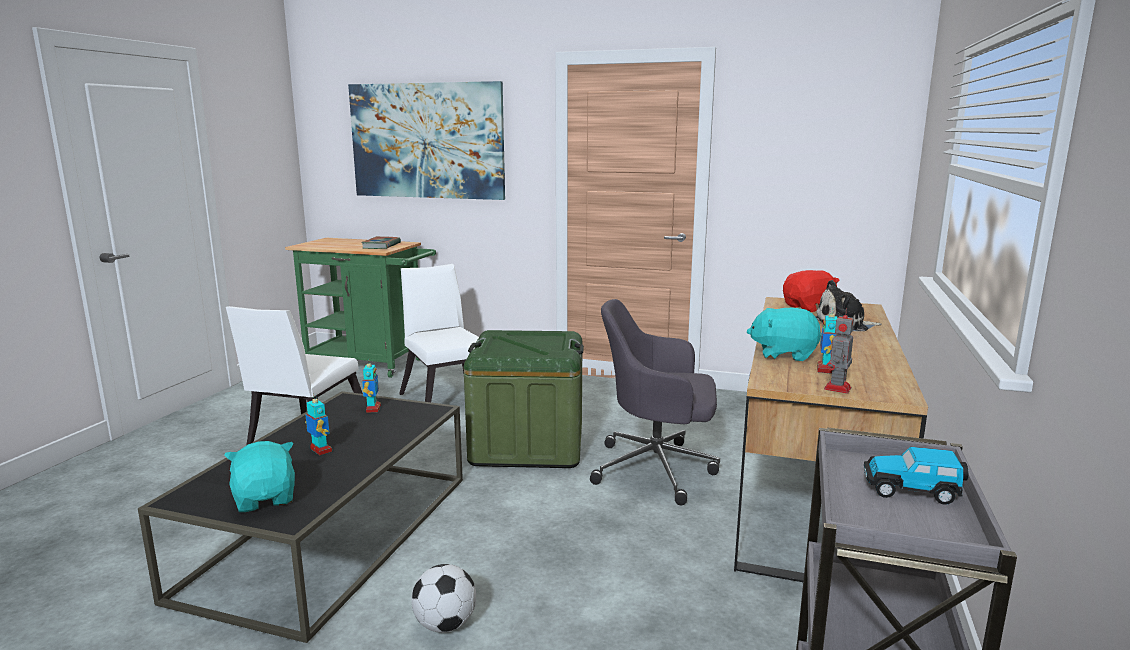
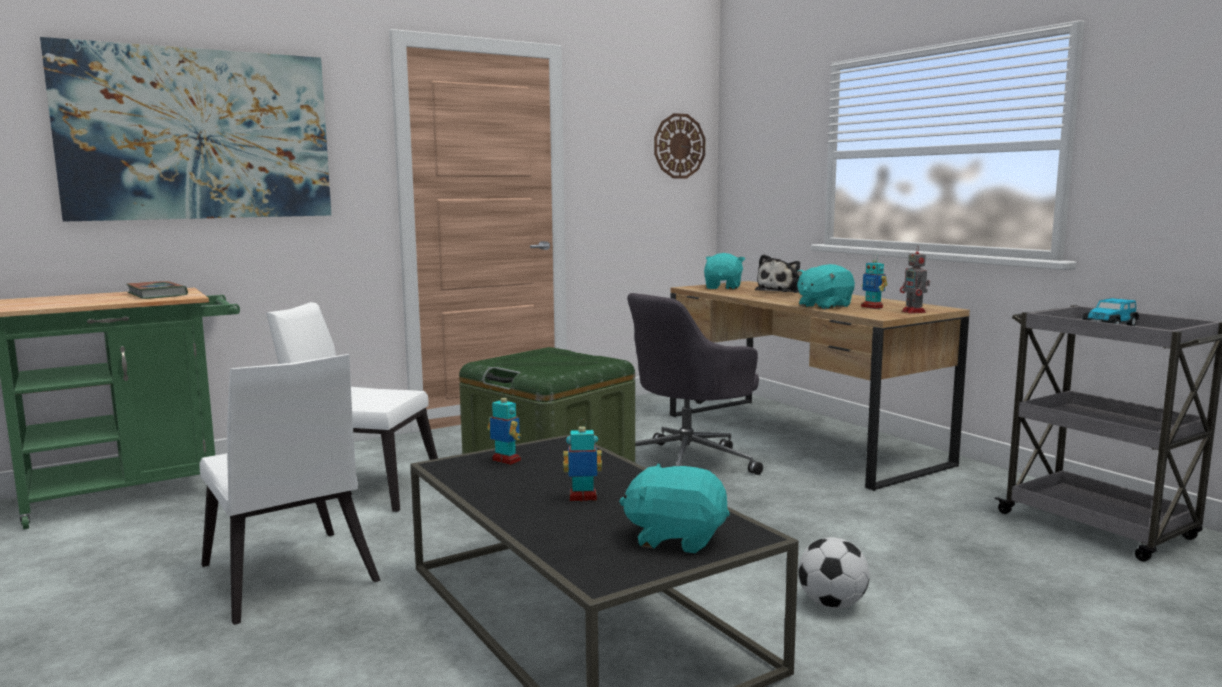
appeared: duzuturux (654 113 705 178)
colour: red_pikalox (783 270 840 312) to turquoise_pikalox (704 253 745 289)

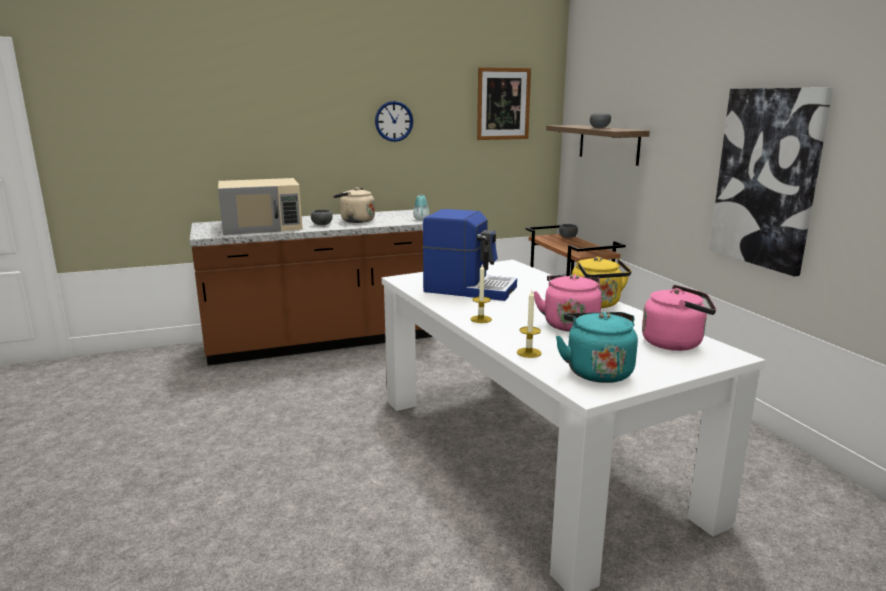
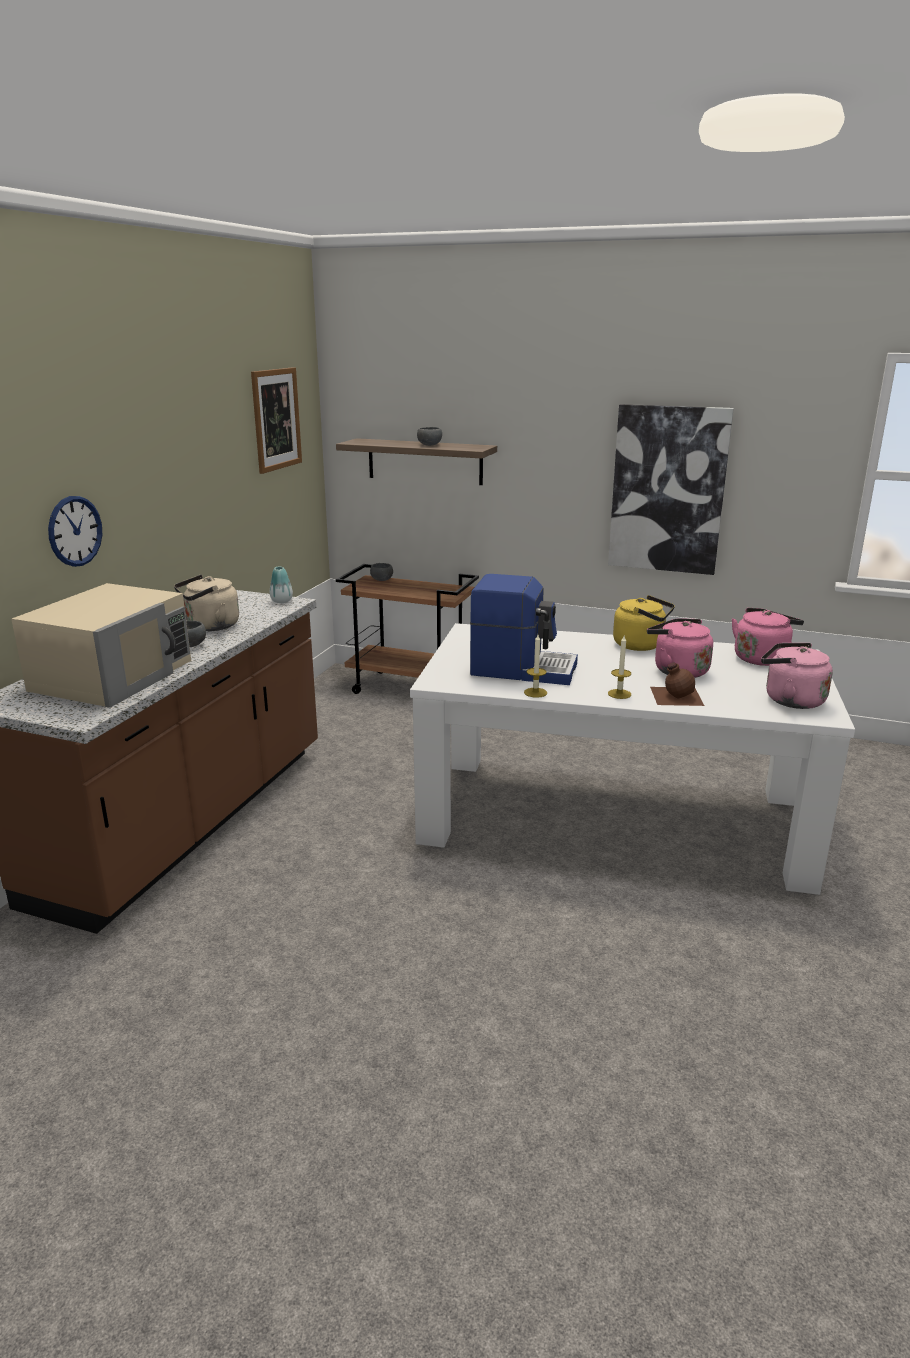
appeared: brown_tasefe (650 663 704 706)
relocated: duzuturux (375 101 413 142) to (48 496 102 567); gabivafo (517 290 541 358) to (524 635 547 698)
colour: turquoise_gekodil (556 312 638 383) to pink_gekodil (761 643 833 709)
spun: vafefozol (422 209 517 301) = (470 574 578 685) 45 degrees clockwise

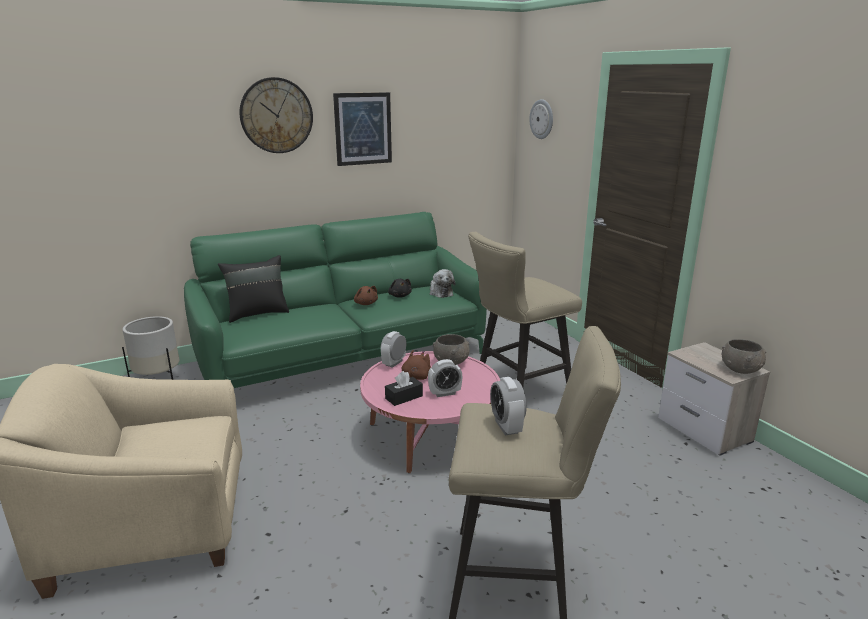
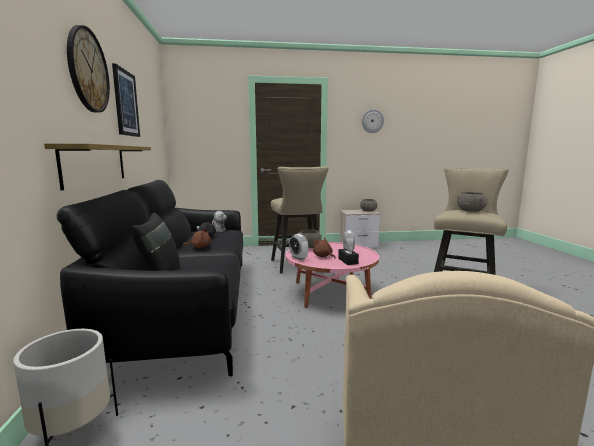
appeared: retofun (44 143 151 190)
relocated: duzuturux (529 99 553 139) to (362 109 384 133)
exchanged: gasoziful (490 377 526 435) to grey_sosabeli (457 192 488 212)
colour: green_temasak (184 212 487 388) to black_temasak (57 180 243 377)

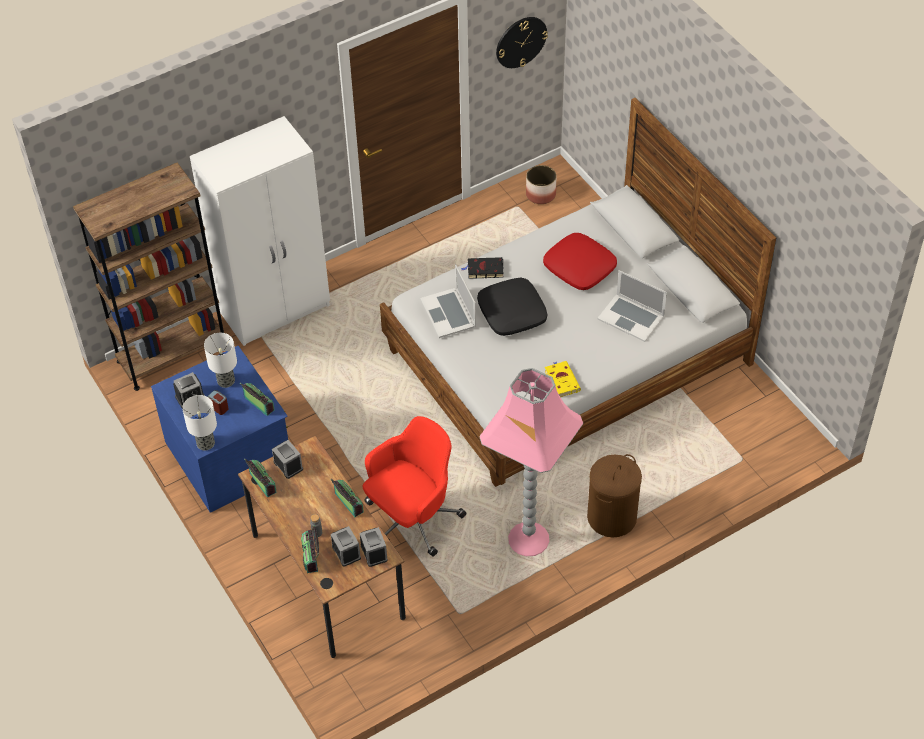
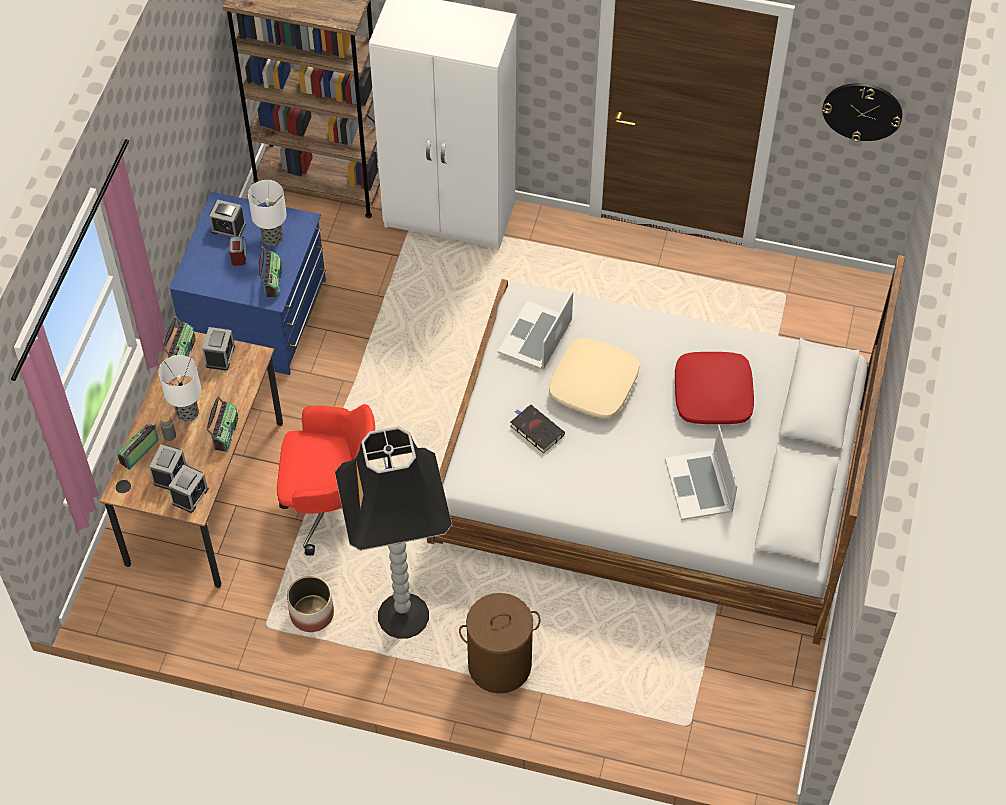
missing: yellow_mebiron (545 361 581 397)
relocated: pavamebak (182 395 217 450) to (158 355 201 422); black_mebiron (461 257 504 279) to (511 405 565 453); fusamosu (526 165 556 204) to (287 576 334 632)
colour: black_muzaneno (477 278 547 336) to beige_muzaneno (549 338 640 419); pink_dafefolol (479 368 583 556) to black_dafefolol (335 426 452 639)

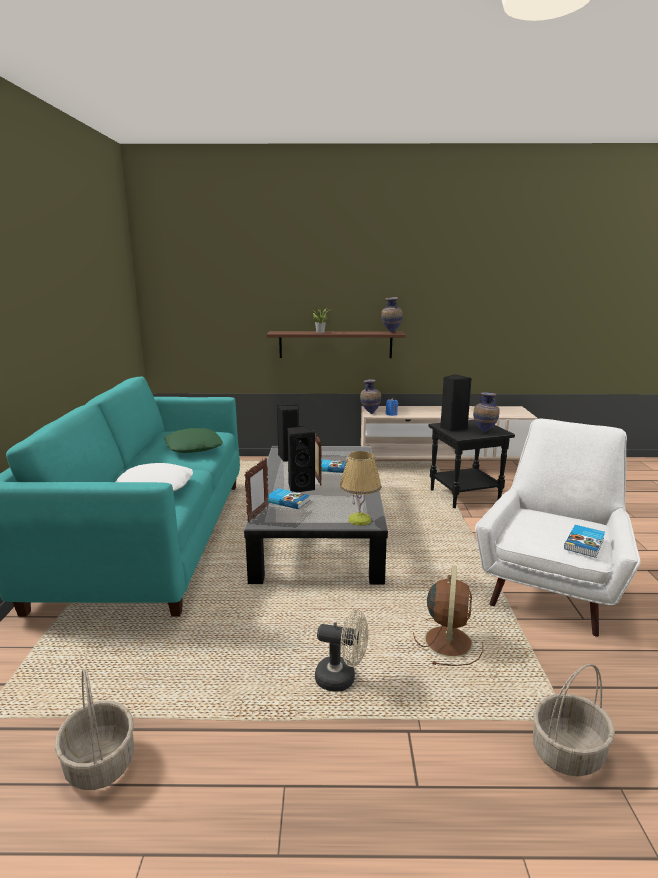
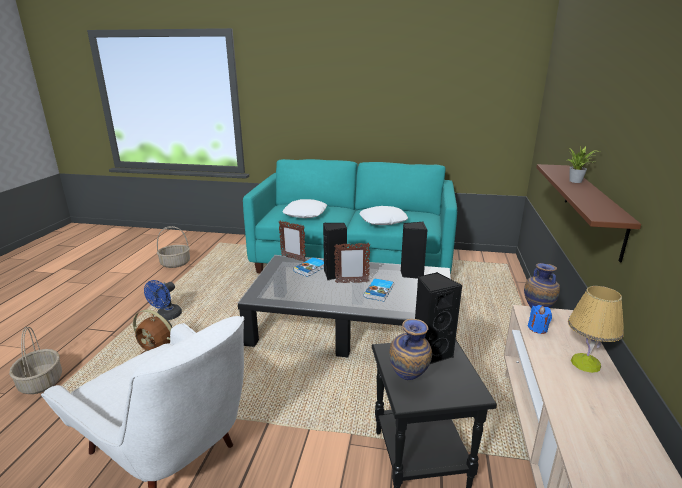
missing: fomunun (381 297 403 332); mebiron (564 525 605 558)
relocated: pavamebak (340 451 381 525) to (568 286 624 373)
colour: green_muzaneno (164 428 223 453) to white_muzaneno (360 206 408 225); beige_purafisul (315 609 369 692) to blue_purafisul (144 280 182 320)

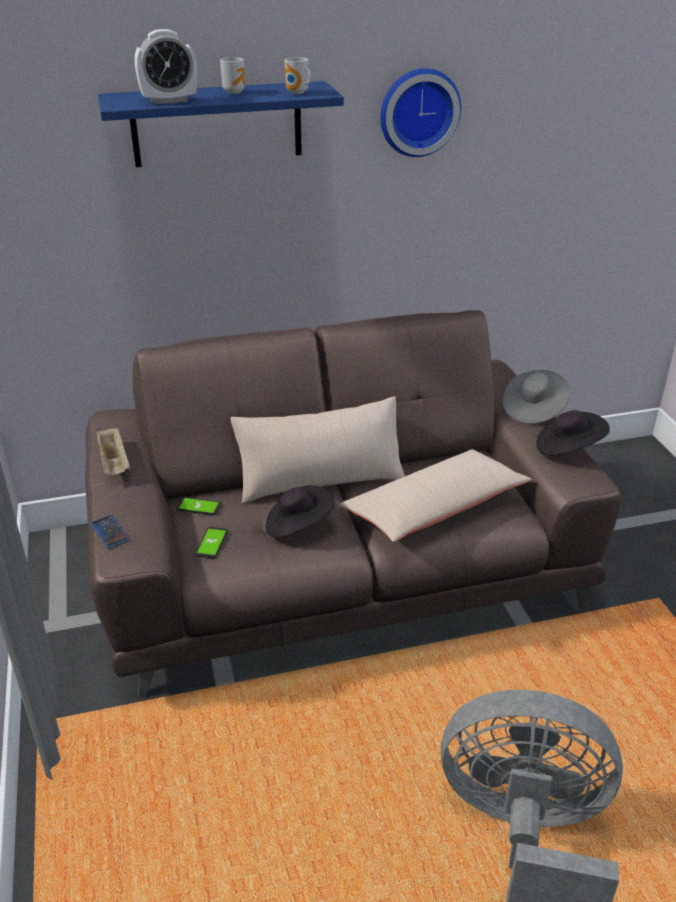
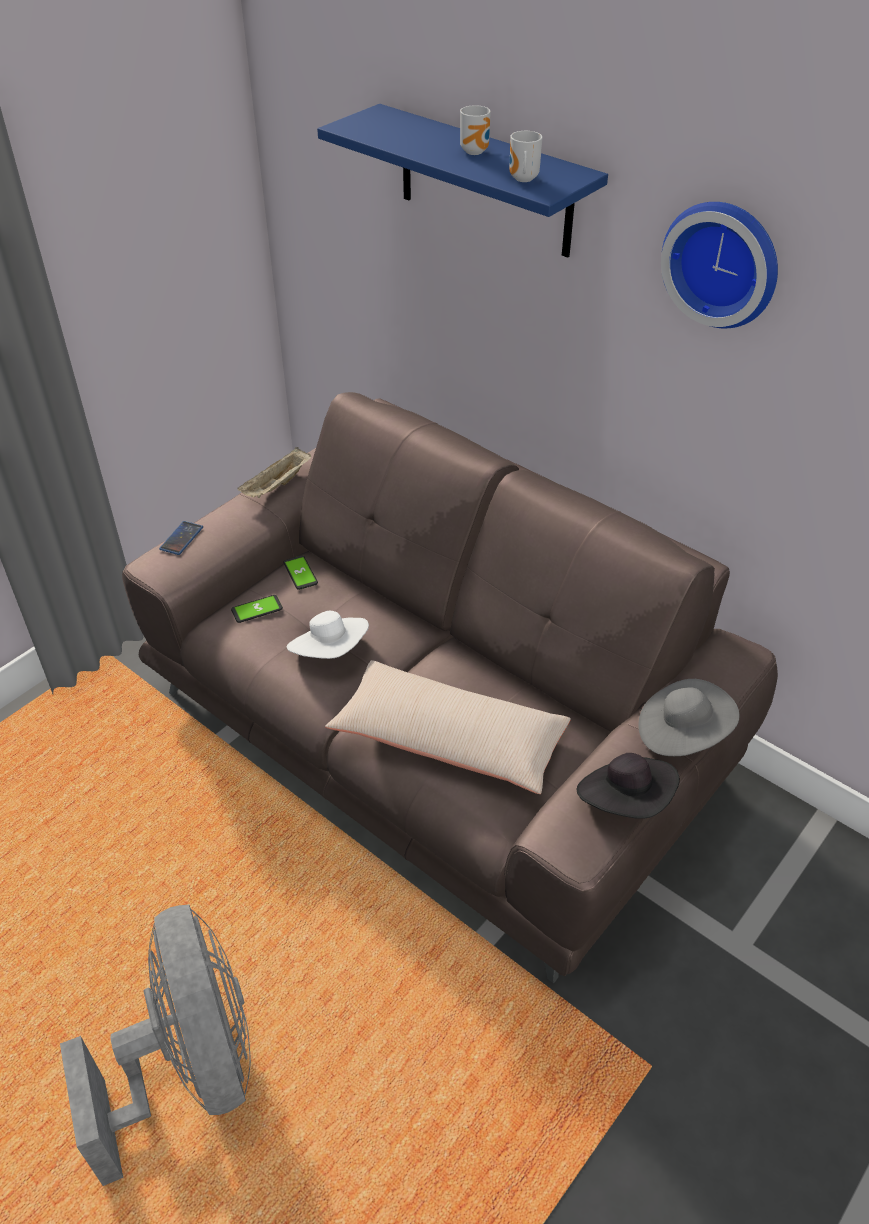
missing: gasoziful (135 29 197 104); beige_muzaneno (230 396 405 503)
colour: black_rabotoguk (266 485 335 538) to white_rabotoguk (287 611 369 659)

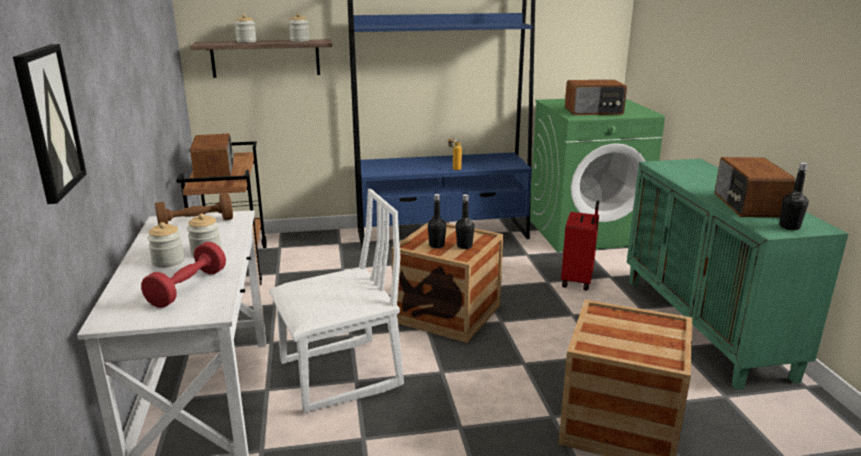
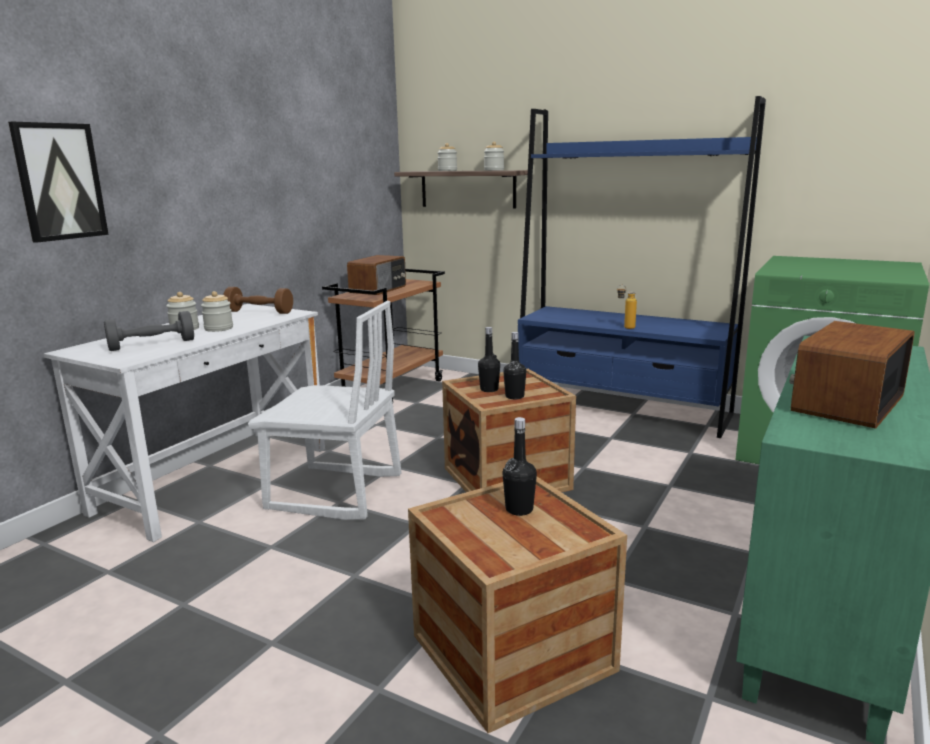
missing: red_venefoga (561 200 599 291); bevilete (565 80 627 115)
relocated: black_tasefe (779 163 809 230) to (503 417 537 516)
colour: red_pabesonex (141 242 226 308) to grey_pabesonex (104 311 194 351)

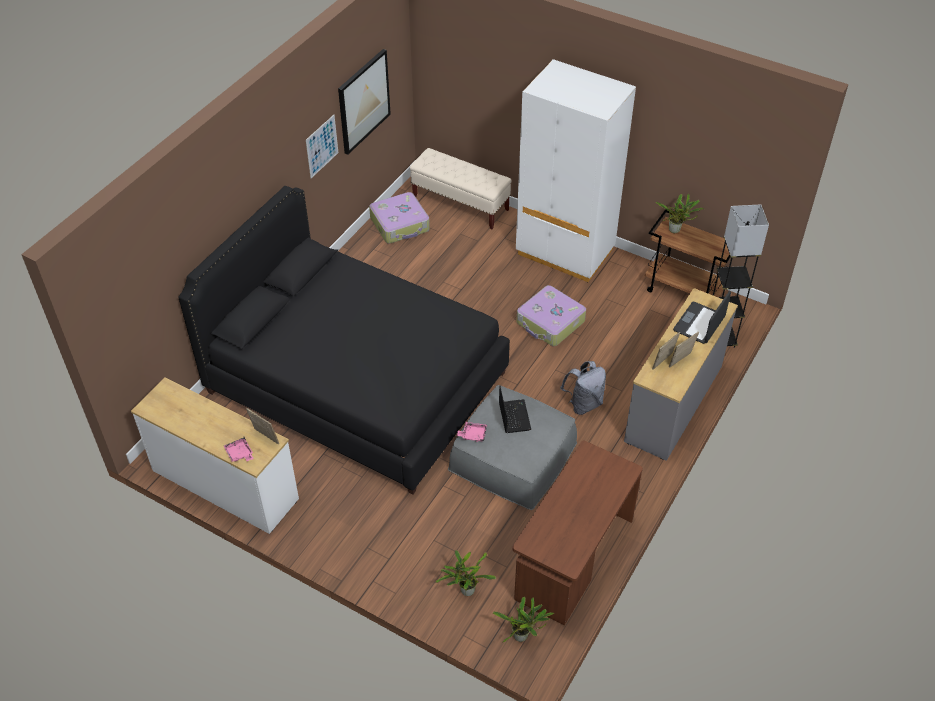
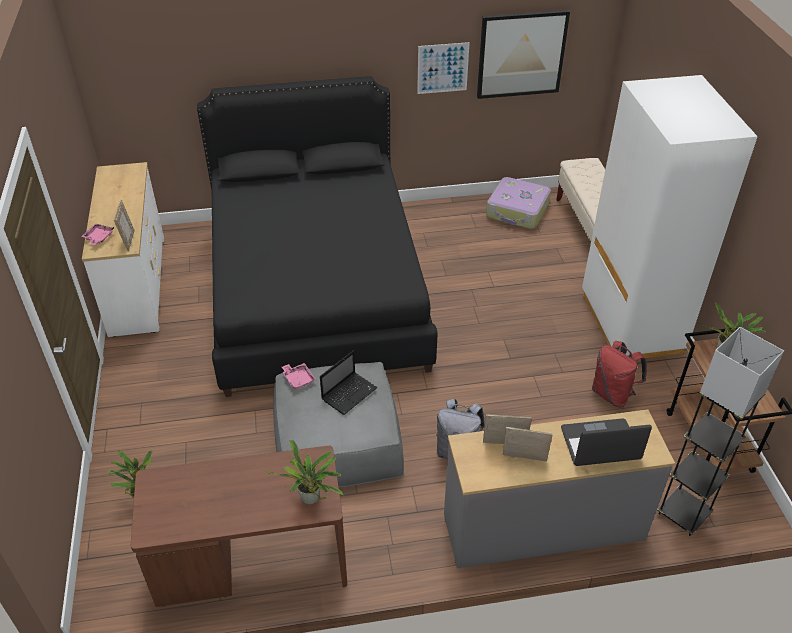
missing: venefoga (517 285 586 346)
appeared: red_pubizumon (592 341 647 407)
relocated: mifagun (493 597 554 642) to (264 440 344 505)

